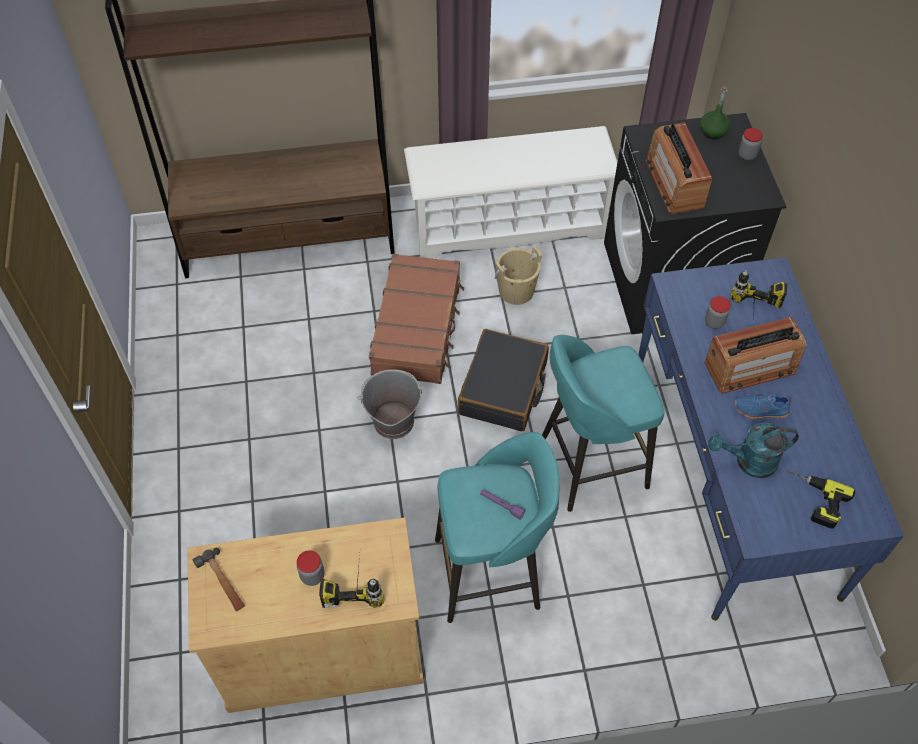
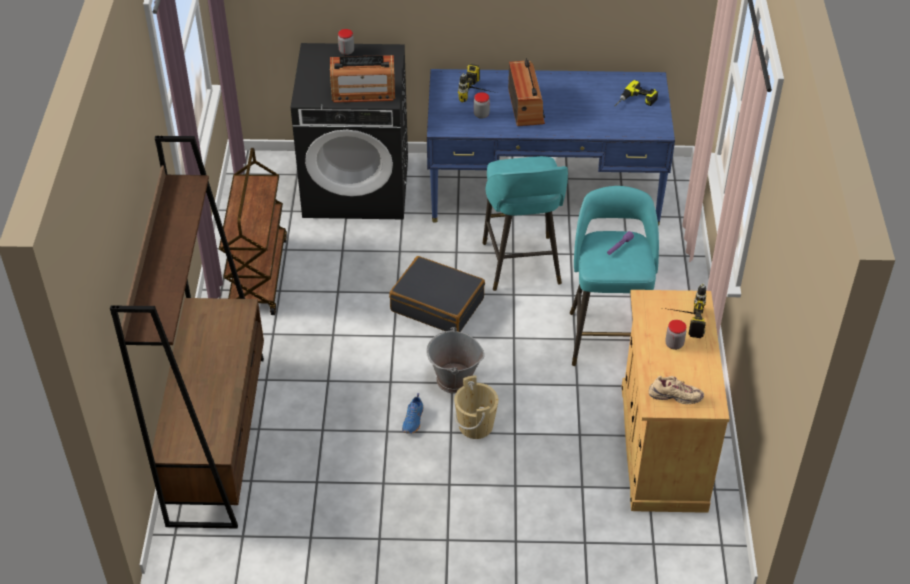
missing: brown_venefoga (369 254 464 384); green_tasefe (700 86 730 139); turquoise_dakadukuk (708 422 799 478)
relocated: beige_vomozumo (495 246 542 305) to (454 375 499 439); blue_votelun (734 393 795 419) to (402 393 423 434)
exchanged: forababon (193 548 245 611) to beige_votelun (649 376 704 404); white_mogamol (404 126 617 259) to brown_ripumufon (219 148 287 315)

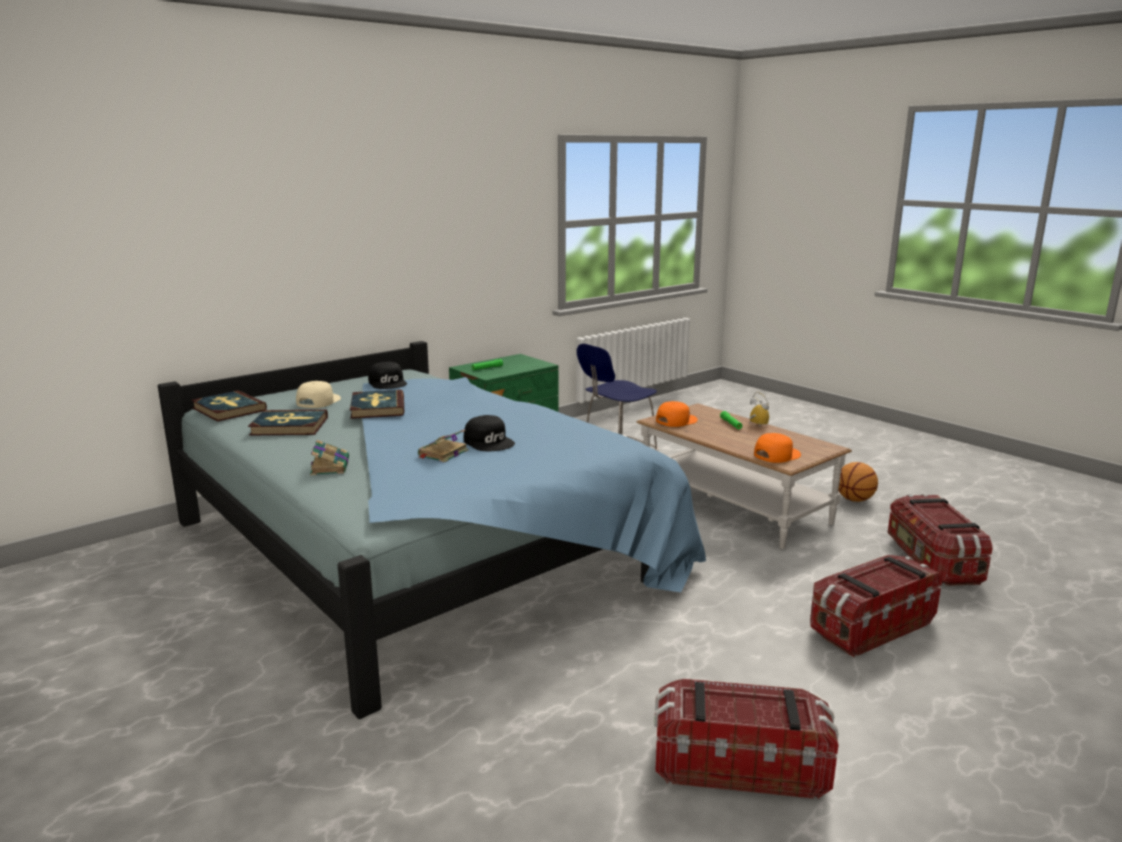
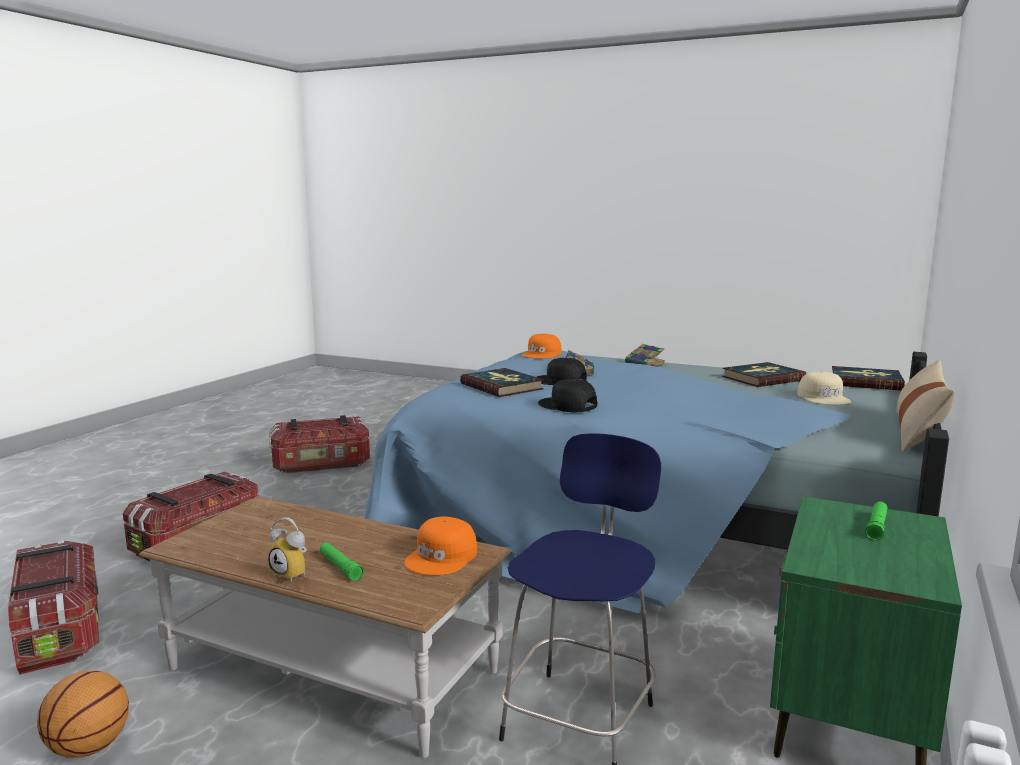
appeared: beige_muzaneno (896 360 955 452)
relocated: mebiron (350 390 404 419) to (460 368 544 397); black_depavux (368 362 407 389) to (538 379 597 412); orange_depavux (754 433 801 463) to (522 333 562 359)

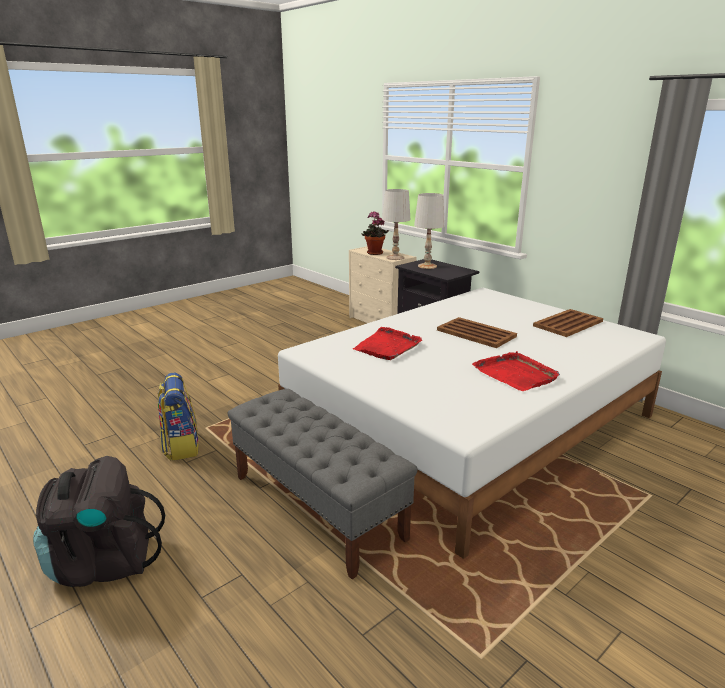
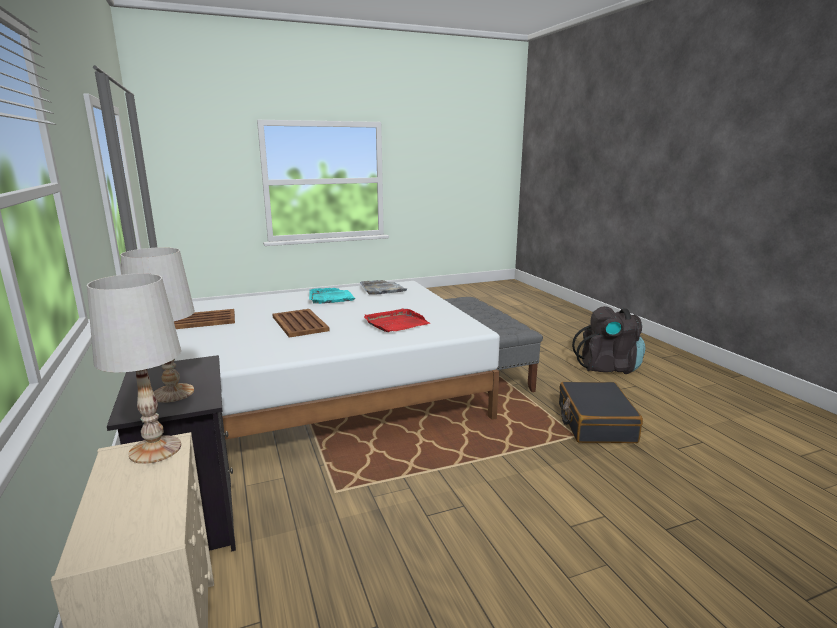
missing: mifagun (362 211 389 255)
appeared: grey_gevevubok (360 280 407 295)
exchanged: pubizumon (158 372 199 461) to black_venefoga (559 382 643 443)
colour: red_gevevubok (472 351 560 391) to turquoise_gevevubok (309 288 355 304)

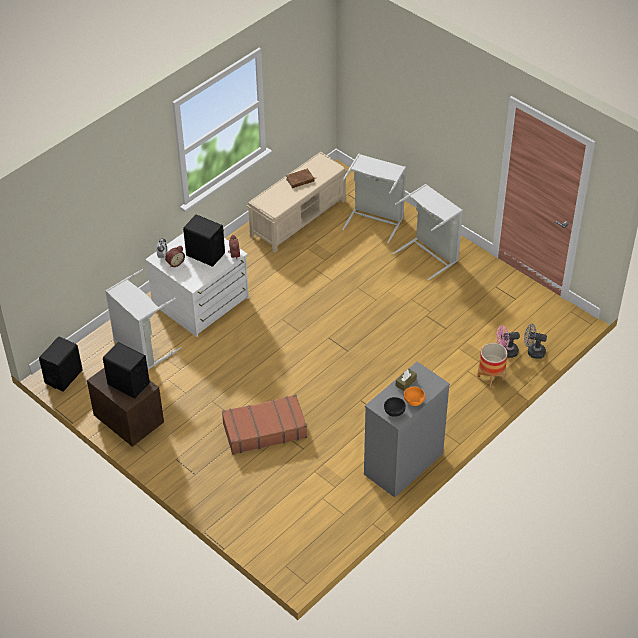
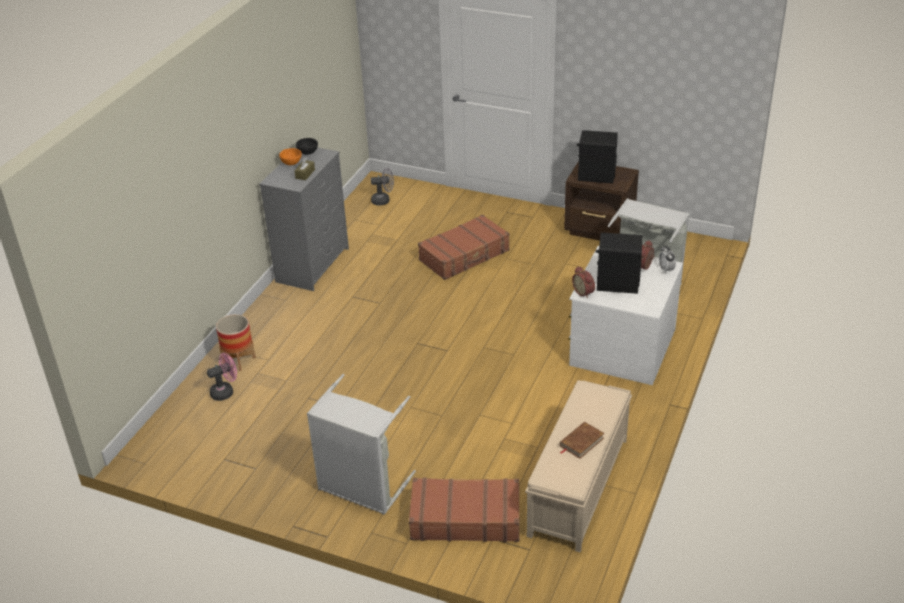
missing: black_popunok (39 336 83 392)
relocated: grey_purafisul (524 324 547 359) to (371 168 394 205)
exchanged: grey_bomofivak (342 154 406 243) to brown_venefoga (409 477 520 542)

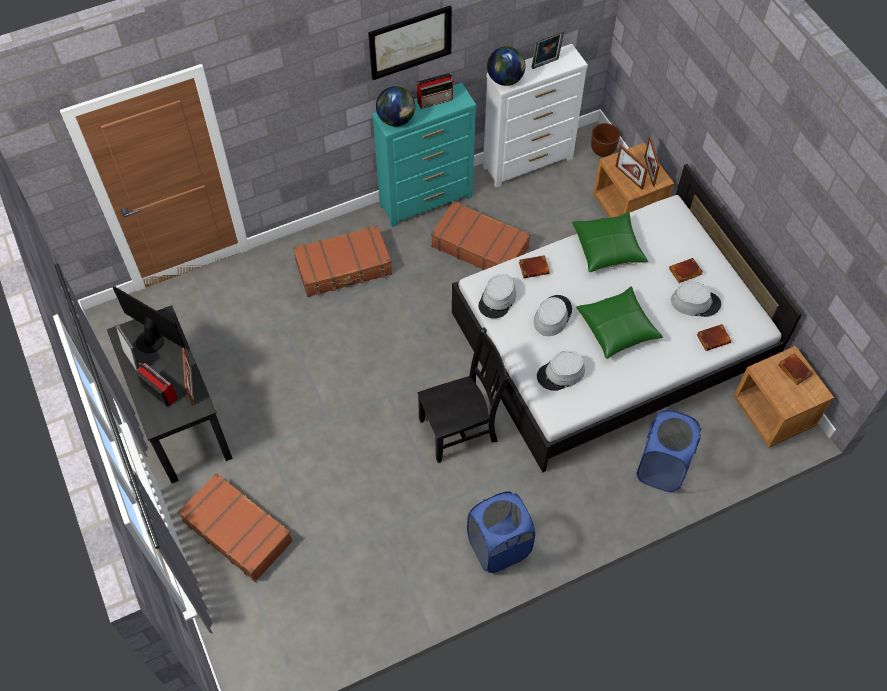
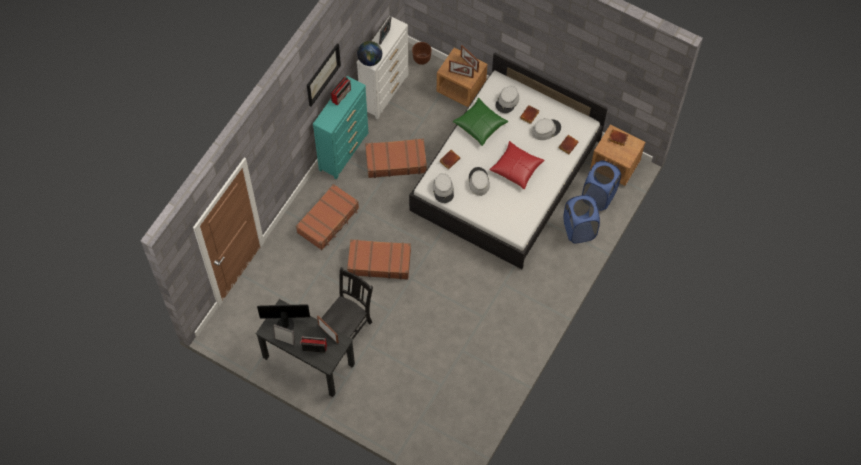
missing: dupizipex (376 86 415 126)
relocated: brown_venefoga (178 473 293 582) to (347 239 411 280); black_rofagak (418 327 509 463) to (321 267 373 353); blue_bomofivak (467 491 535 573) to (582 160 621 211); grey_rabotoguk (537 351 585 391) to (496 86 519 113)
colour: green_muzaneno (576 287 663 359) to red_muzaneno (489 141 545 189)

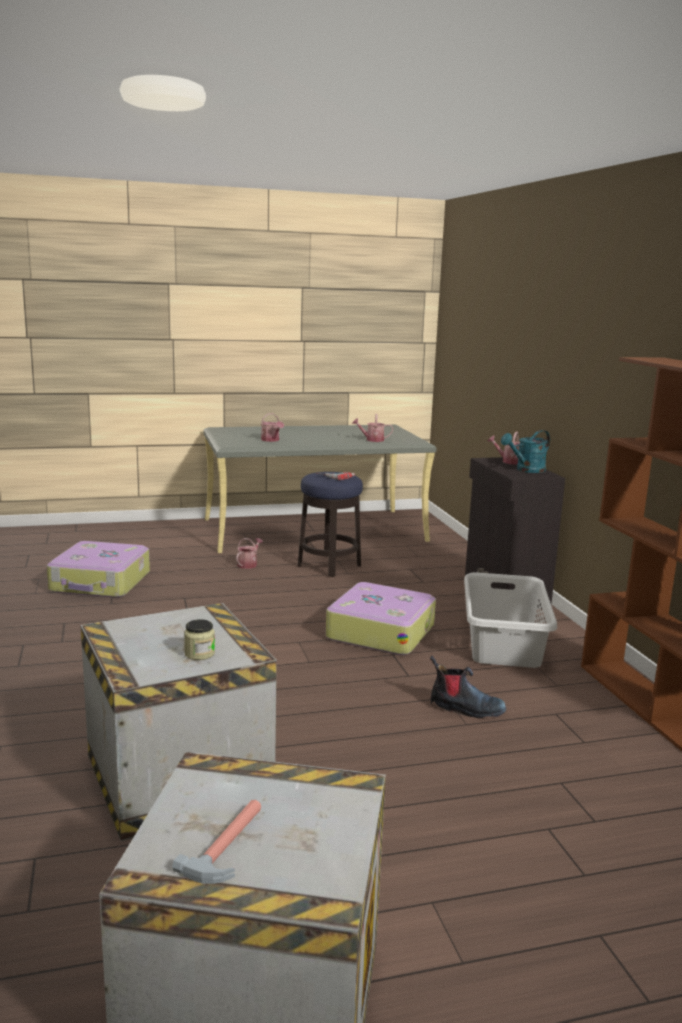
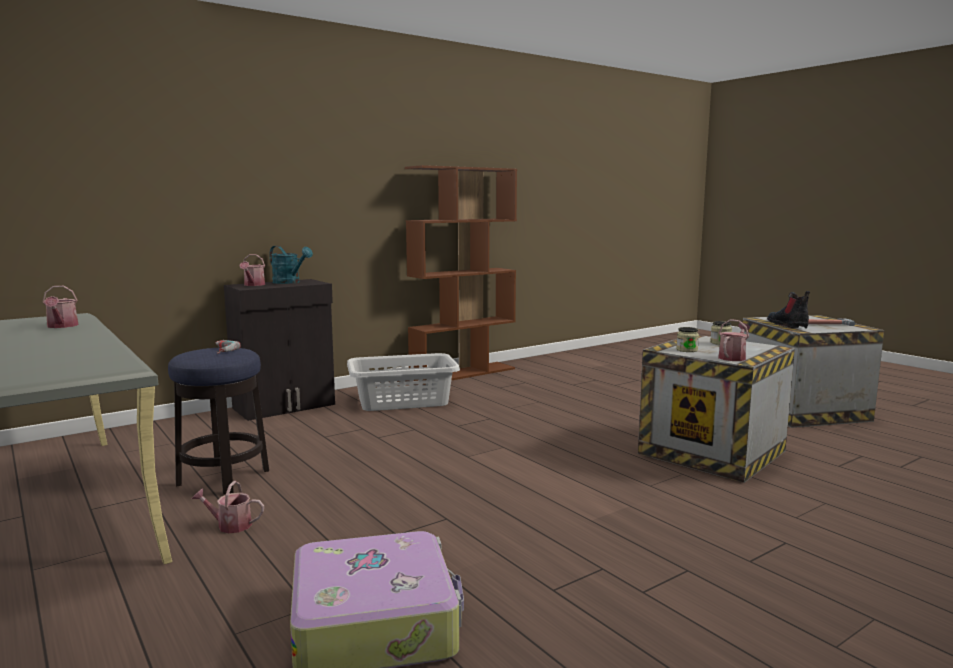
missing: venefoga (326 582 436 655)
appeared: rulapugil (676 327 699 352)
relocated: dakadukuk (261 413 284 442) to (718 319 750 361); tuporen (430 656 506 718) to (767 291 810 329)

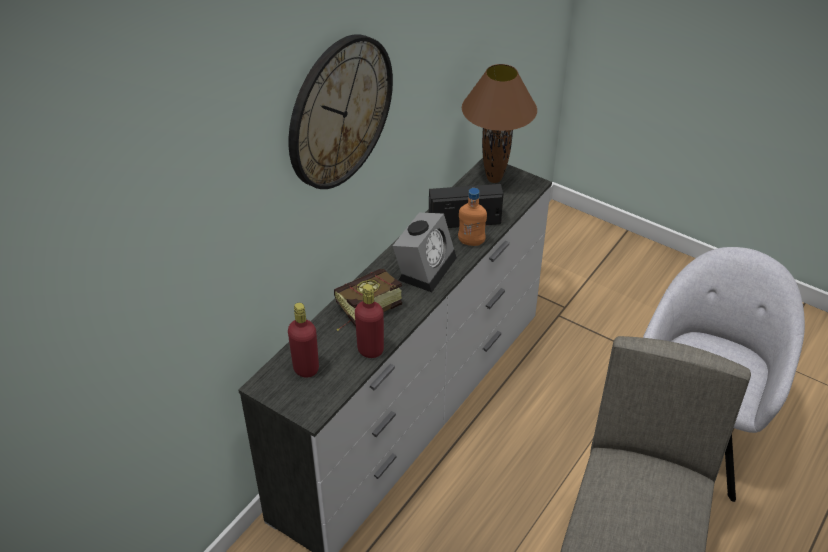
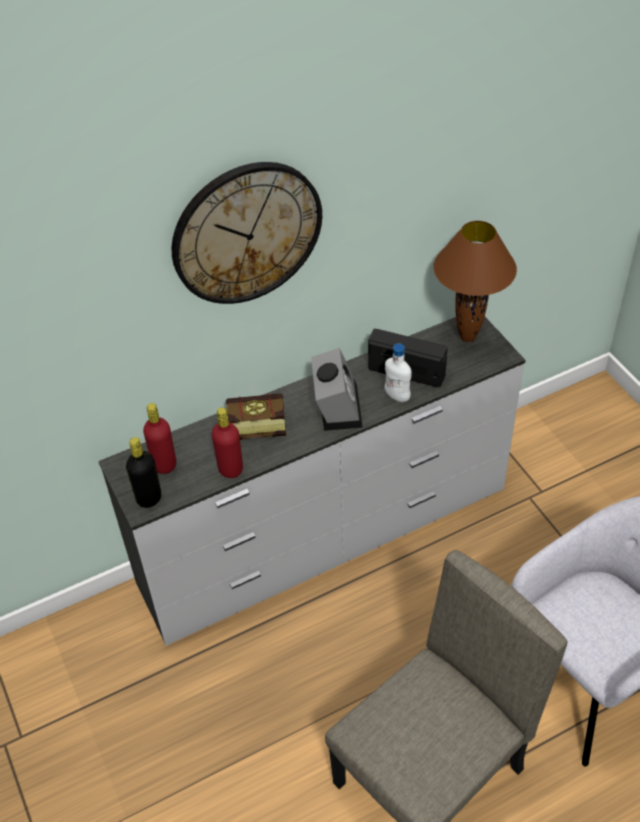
appeared: black_tasefe (126 437 161 508)
colour: orange_tasefe (458 188 487 246) to white_tasefe (384 343 412 402)
spun: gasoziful (393 213 457 292) = (311 348 363 431) 60 degrees counterclockwise

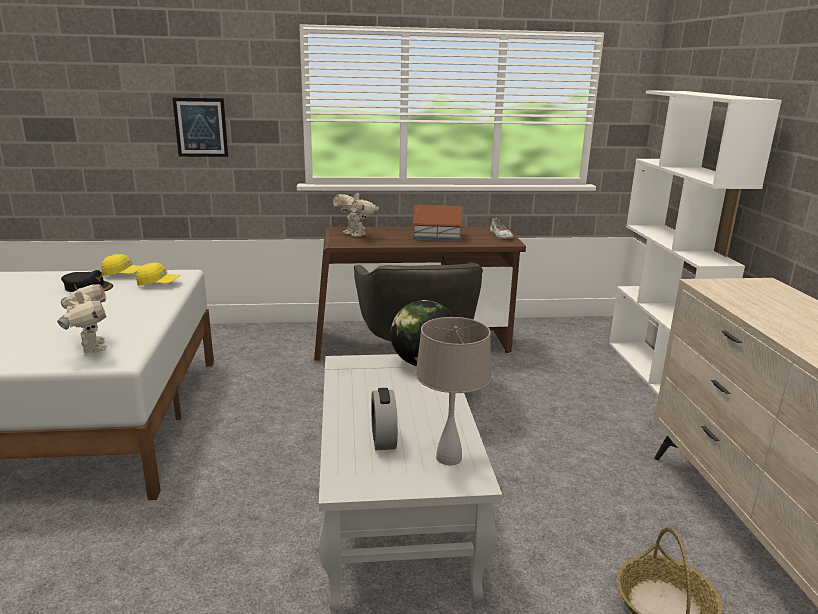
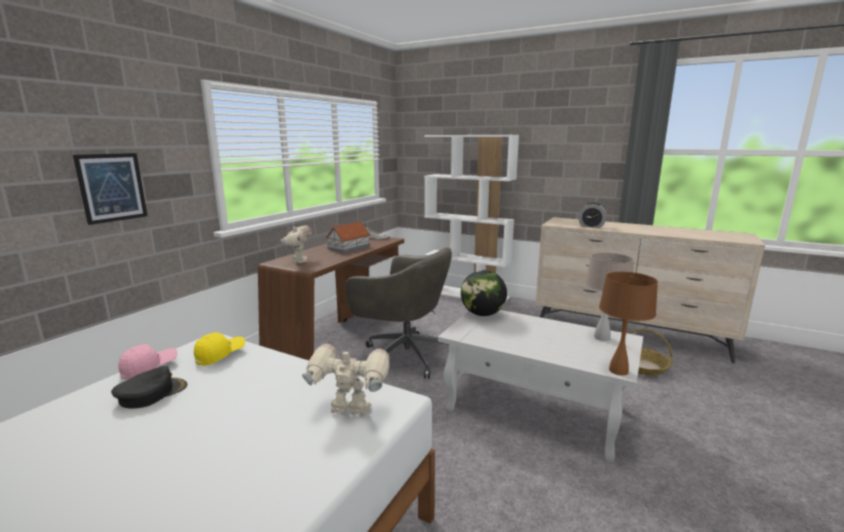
appeared: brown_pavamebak (599 272 658 375)
relocated: gasoziful (371 388 398 450) to (578 202 607 228)
colour: yellow_depavux (101 254 141 276) to pink_depavux (118 344 178 380)
spun: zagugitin (333 189 379 236) = (280 223 312 263) 90 degrees counterclockwise

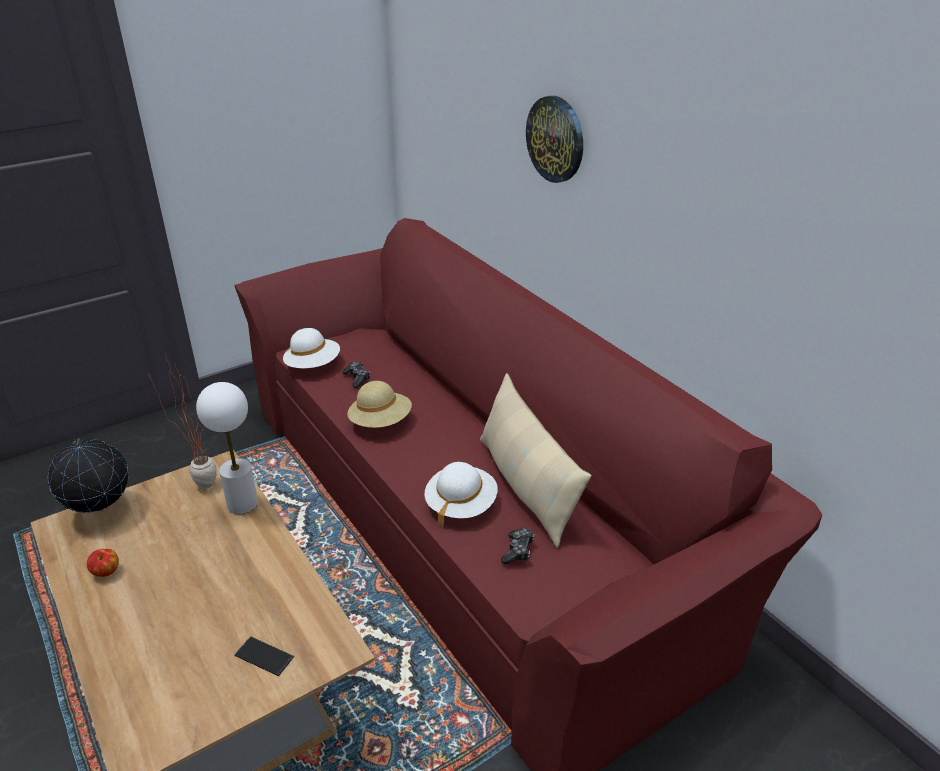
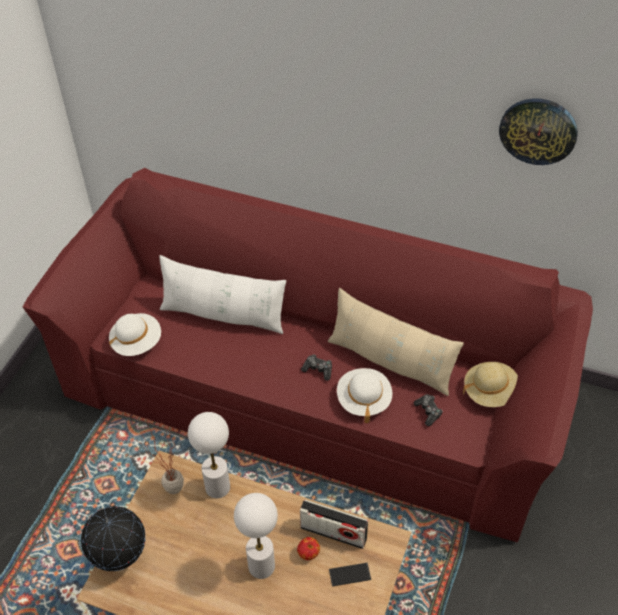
appeared: white_muzaneno (159 255 286 334); white_pavamebak (234 493 278 579); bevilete (300 500 368 549)
relocated: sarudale (87 549 119 577) to (297 537 320 560); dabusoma (342 361 370 388) to (301 354 332 381); beige_rabotoguk (347 381 412 428) to (463 362 518 407); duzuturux (526 96 583 183) to (499 99 578 165)

